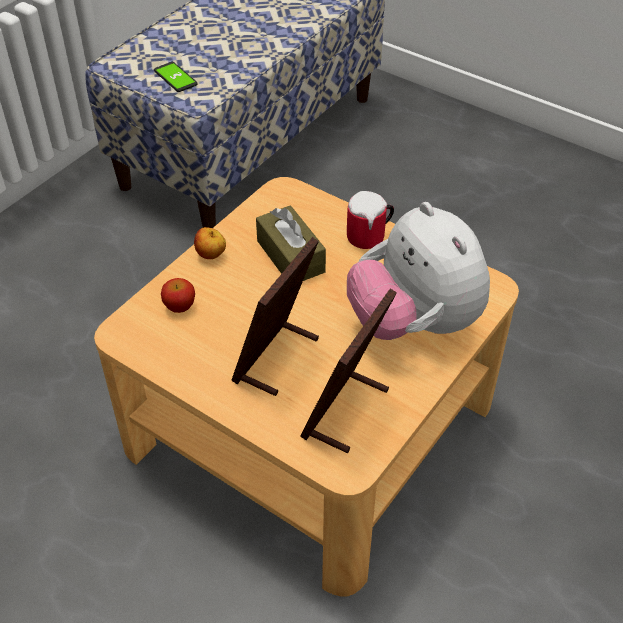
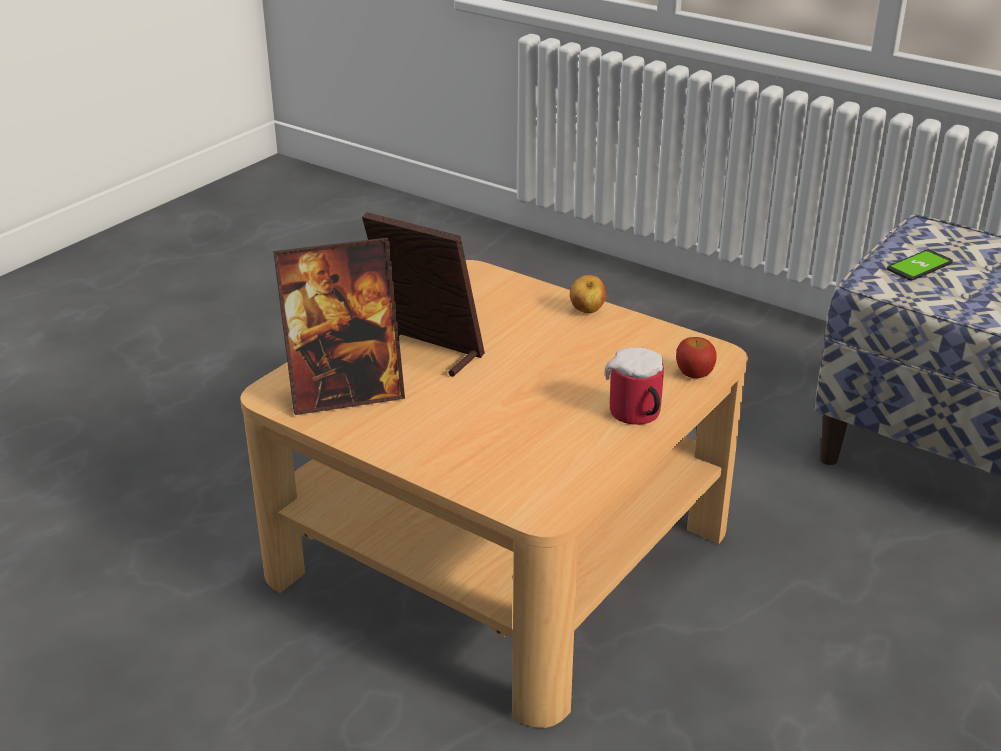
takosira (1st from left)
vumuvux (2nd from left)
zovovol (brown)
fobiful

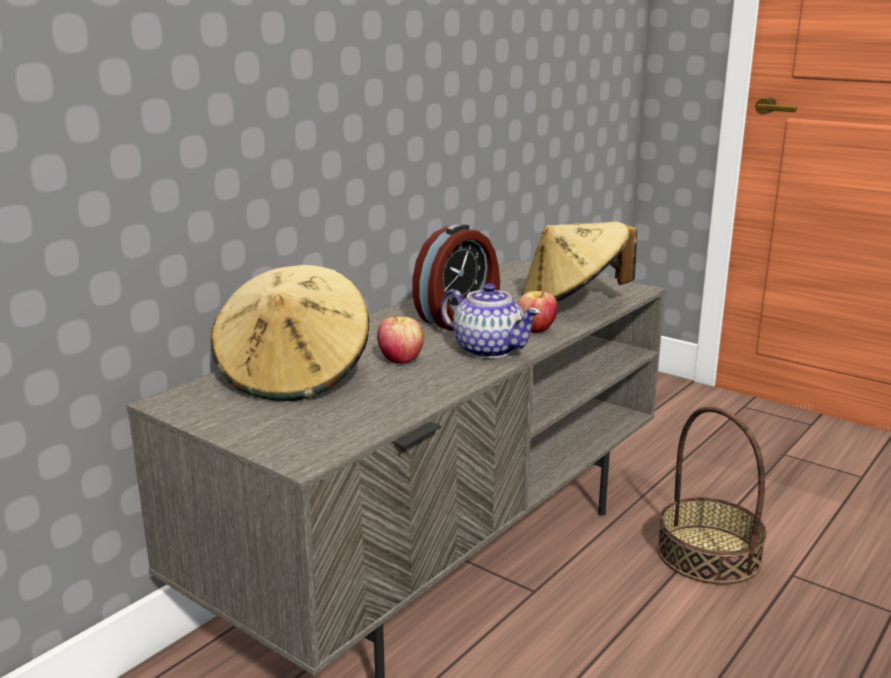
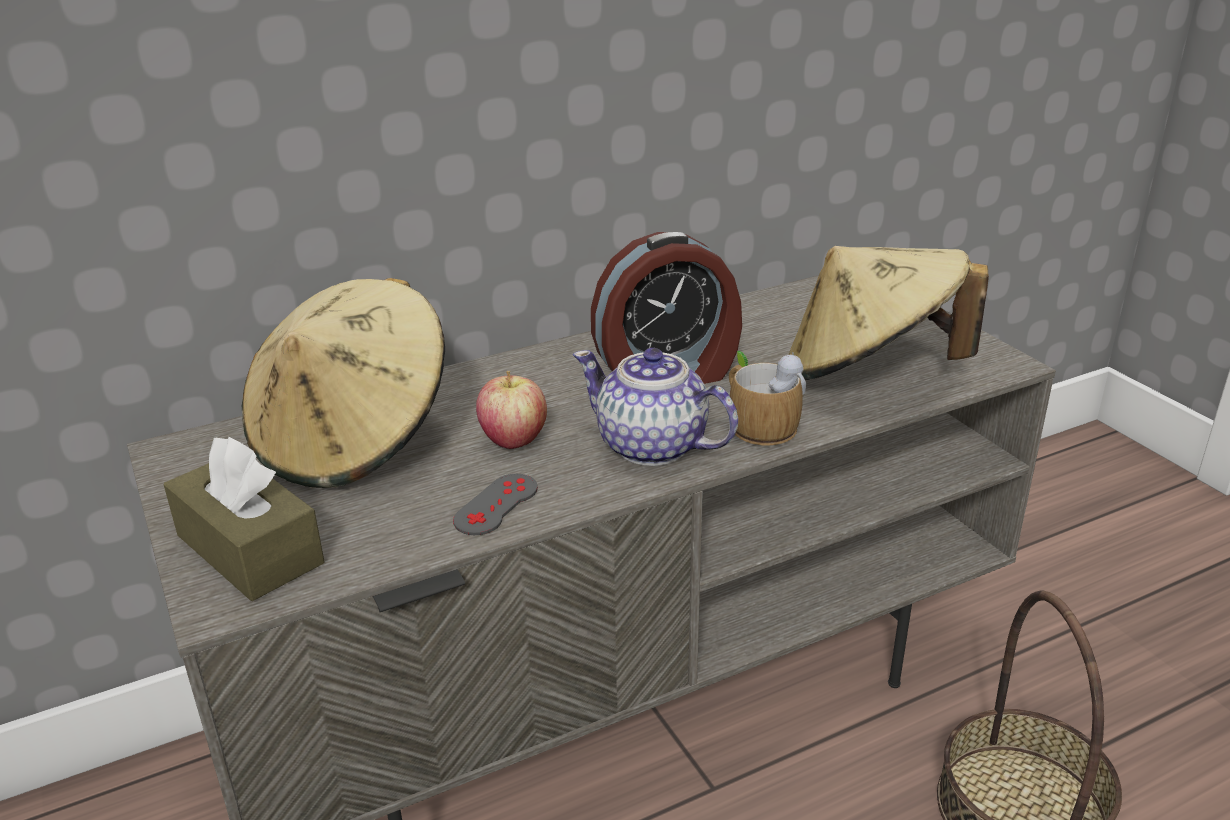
zovovol (brown)
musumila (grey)
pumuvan
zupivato

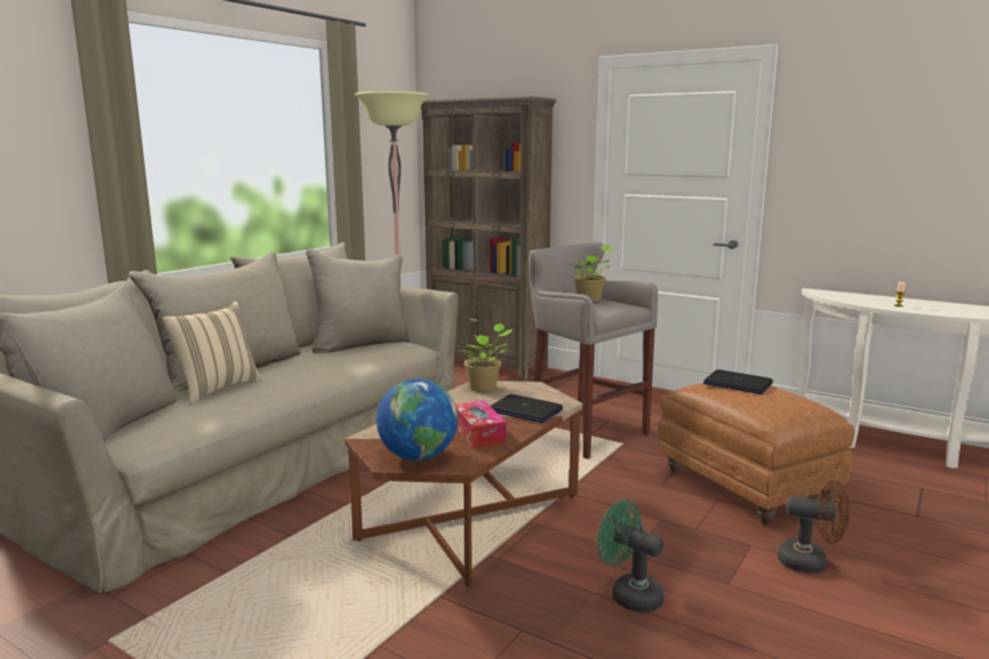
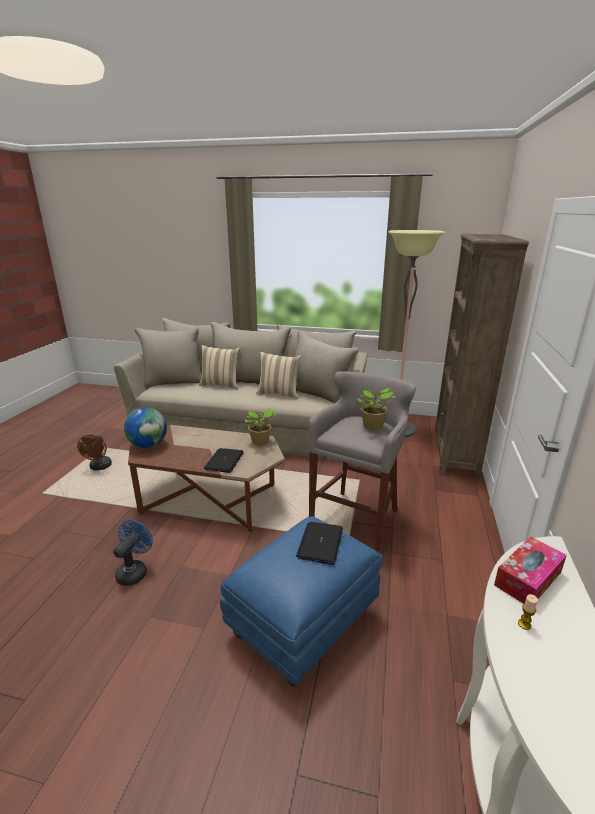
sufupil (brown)
sufupil (blue)
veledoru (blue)
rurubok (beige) (2nd from left)
zovovol

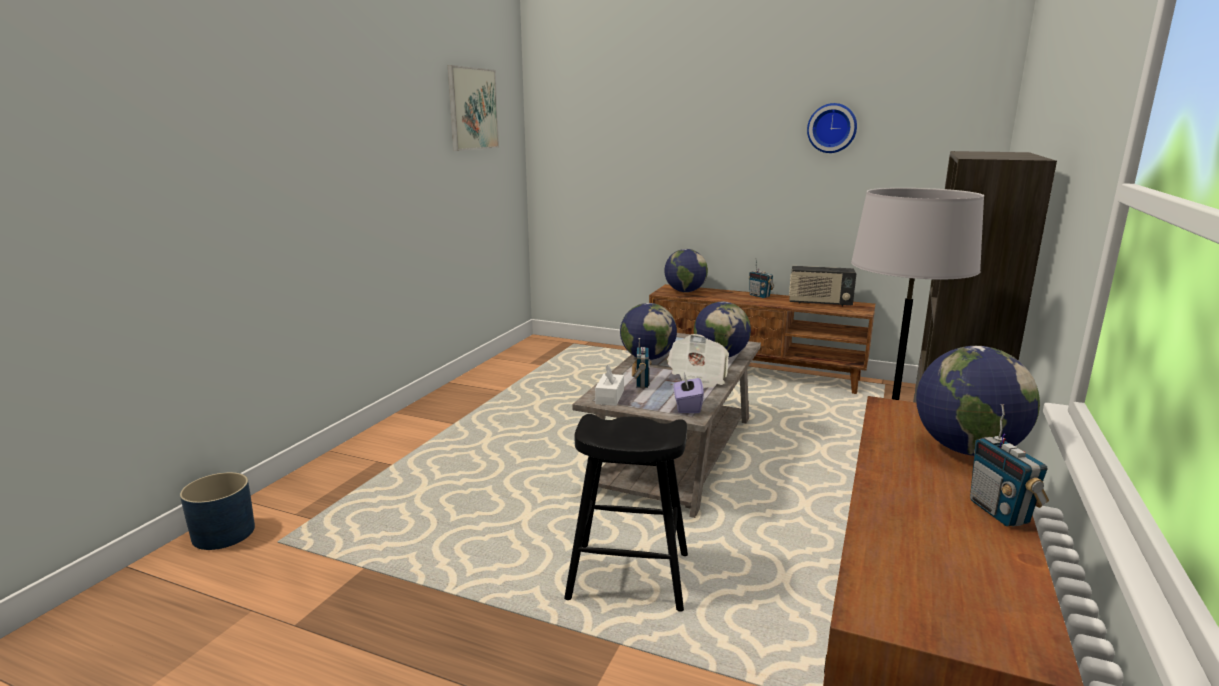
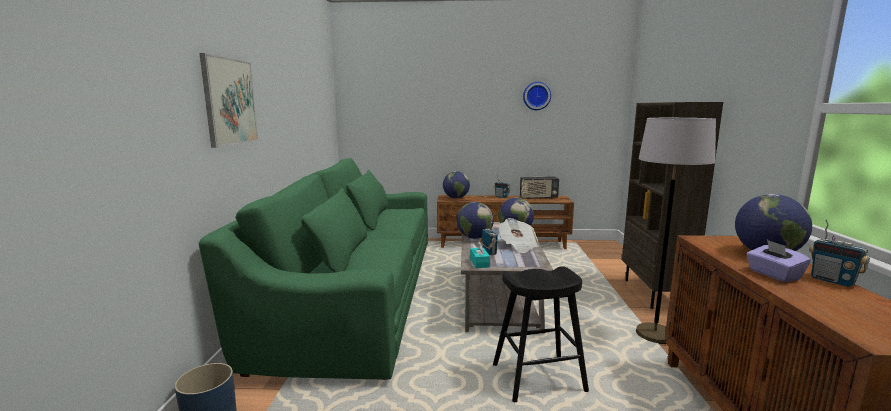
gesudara
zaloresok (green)
zovovol (turquoise)
zovovol (purple)

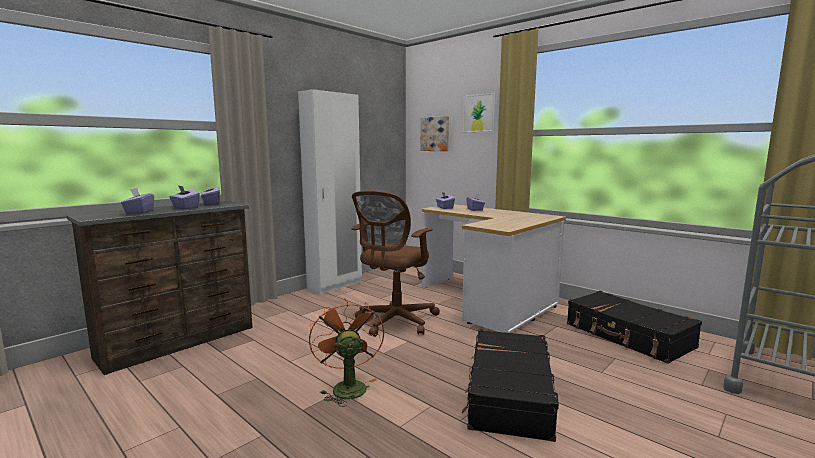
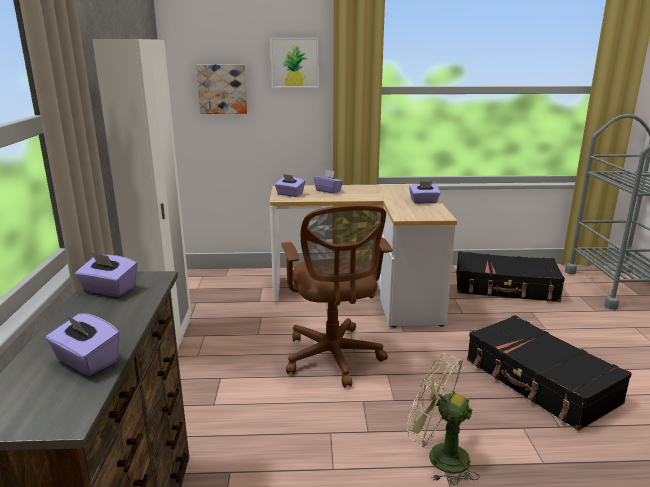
sufupil (green)
zovovol (purple) (5th from left)

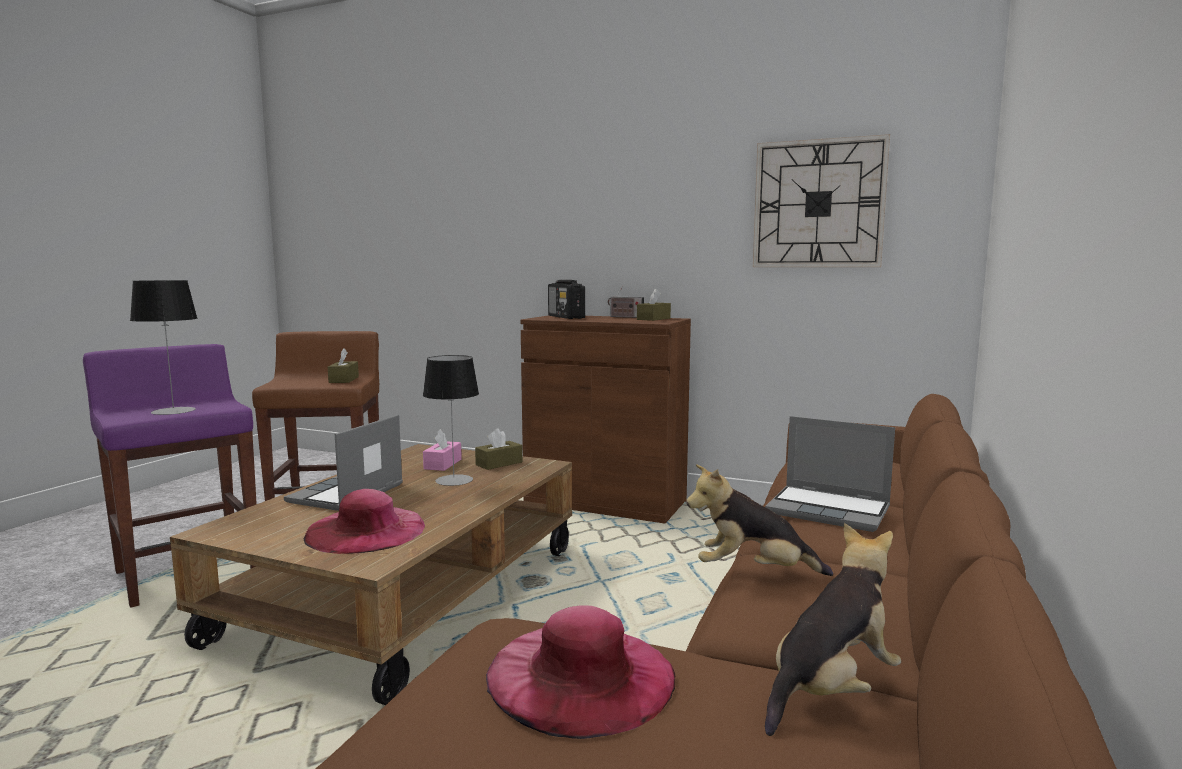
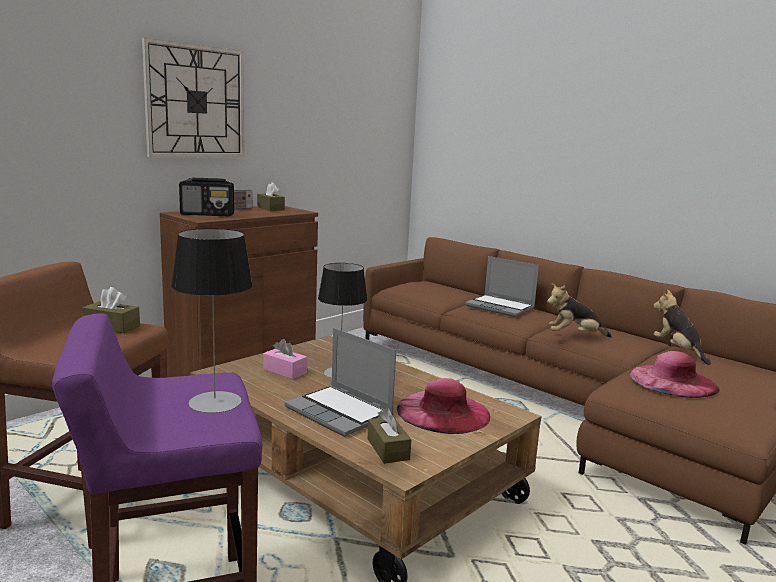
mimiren
zovovol (brown) (3rd from left)
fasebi (2nd from left)
fobiful (1st from left)

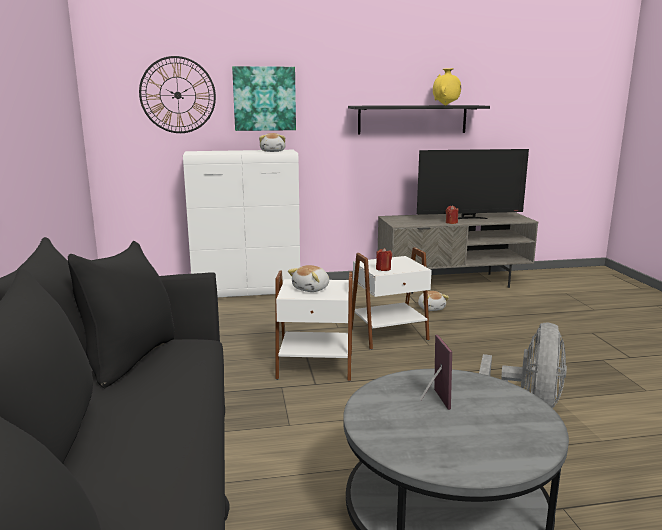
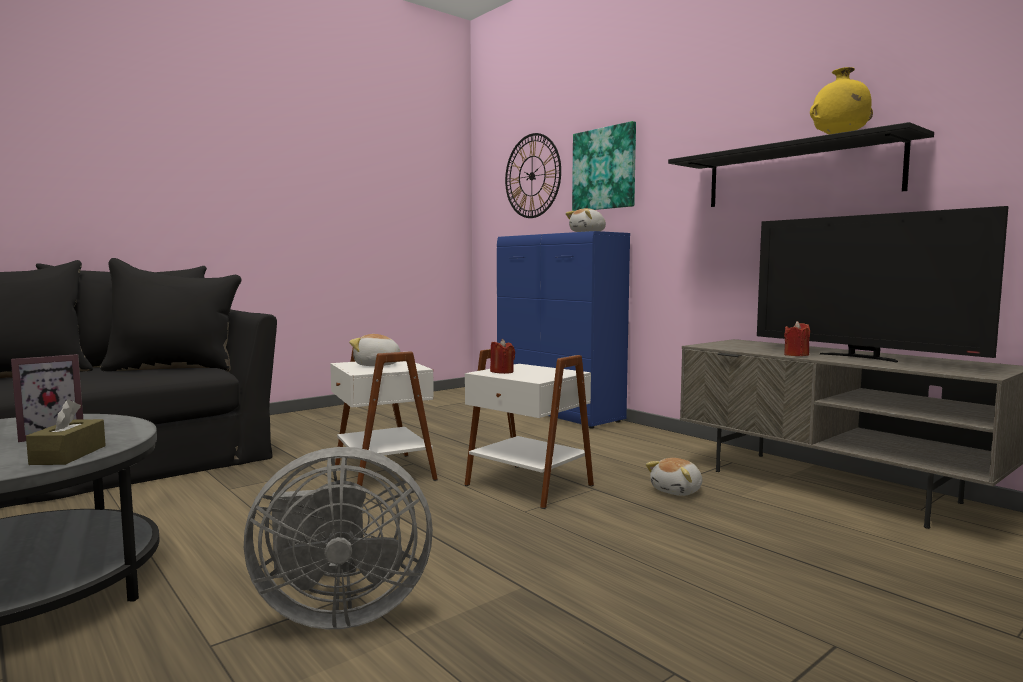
zovovol (brown)
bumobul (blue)

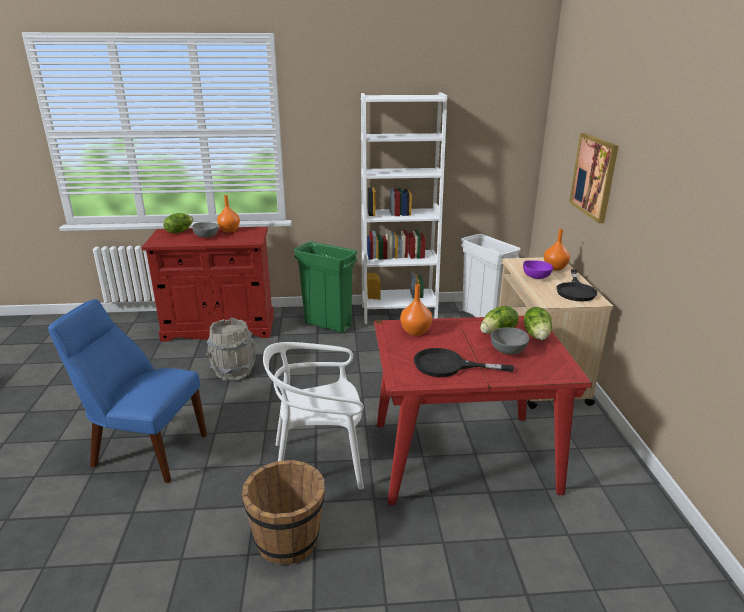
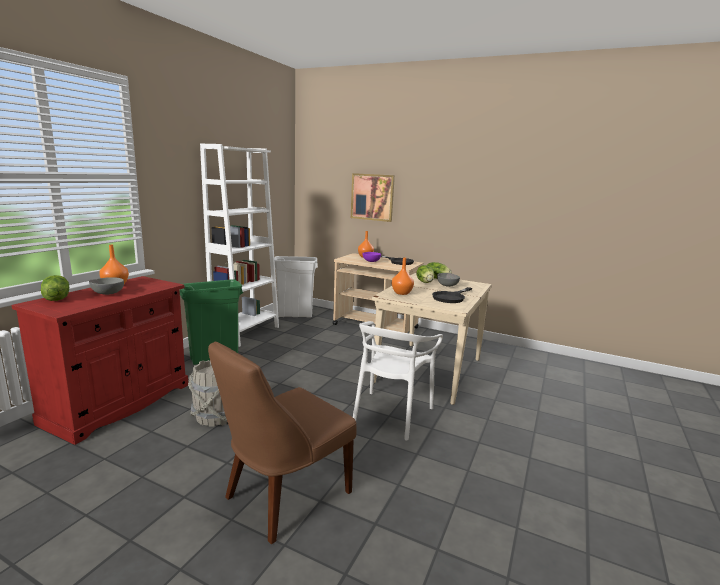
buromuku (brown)
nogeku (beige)
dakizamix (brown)

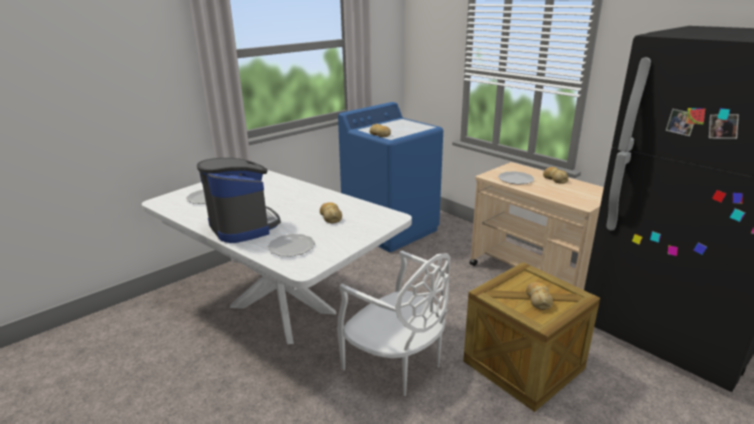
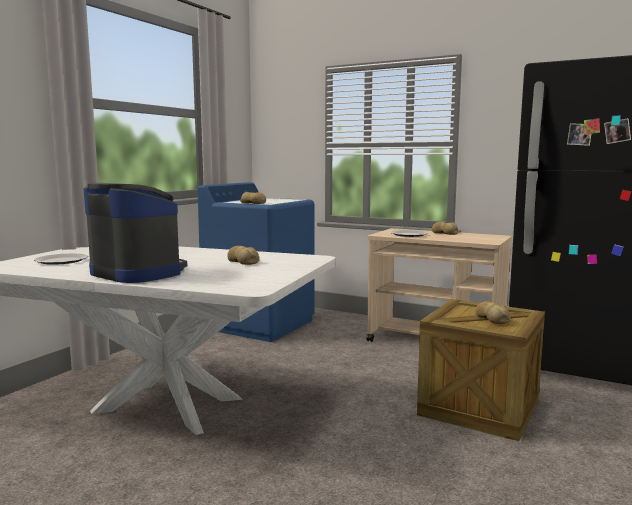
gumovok (2nd from left in the first image)
buromuku (white)

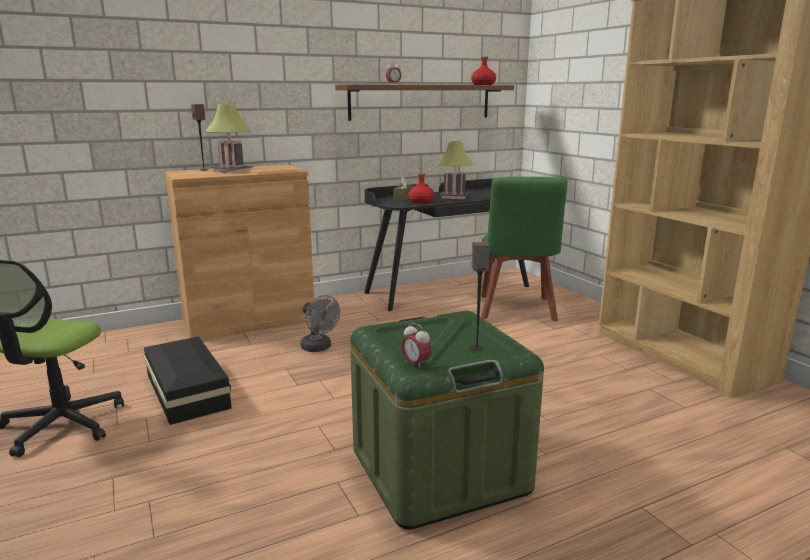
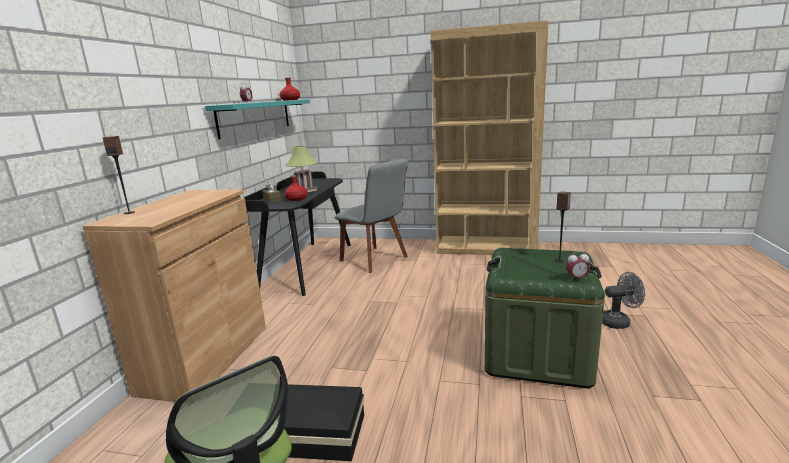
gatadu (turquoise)
buromuku (grey)
sufupil (grey)
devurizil (1st from left in the first image)

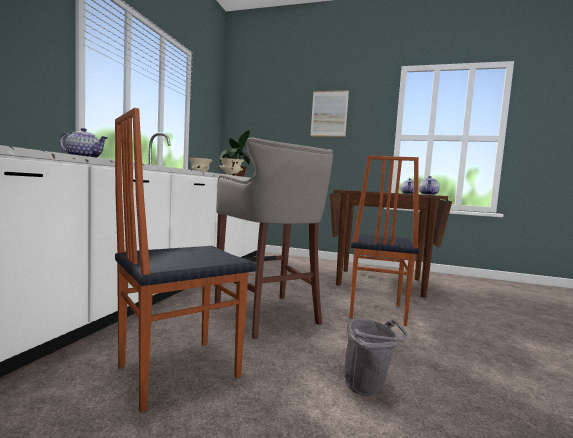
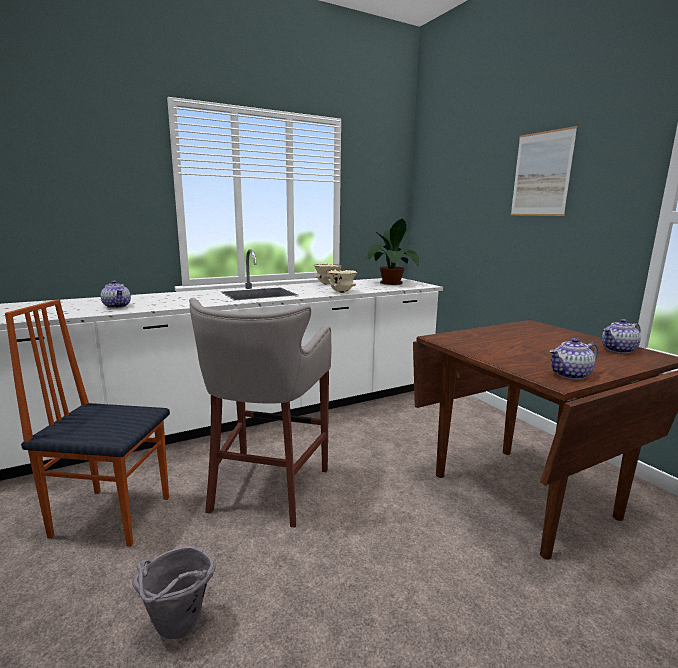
buromuku (2nd from left in the first image)

